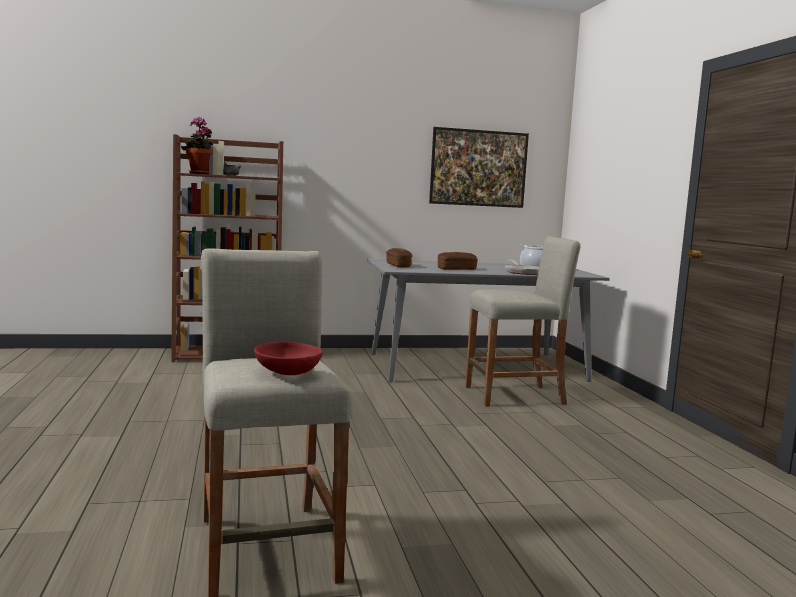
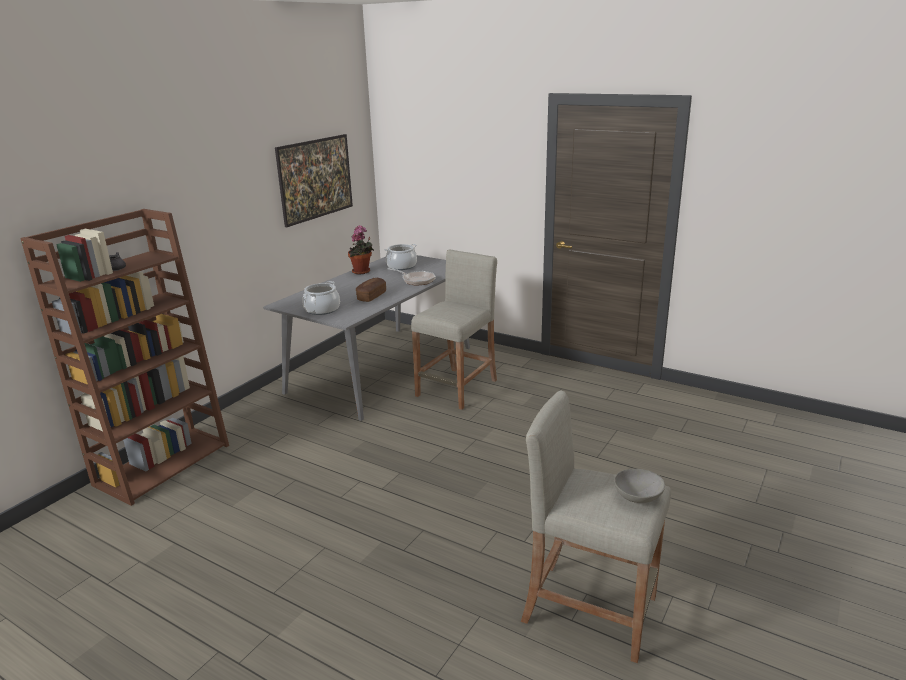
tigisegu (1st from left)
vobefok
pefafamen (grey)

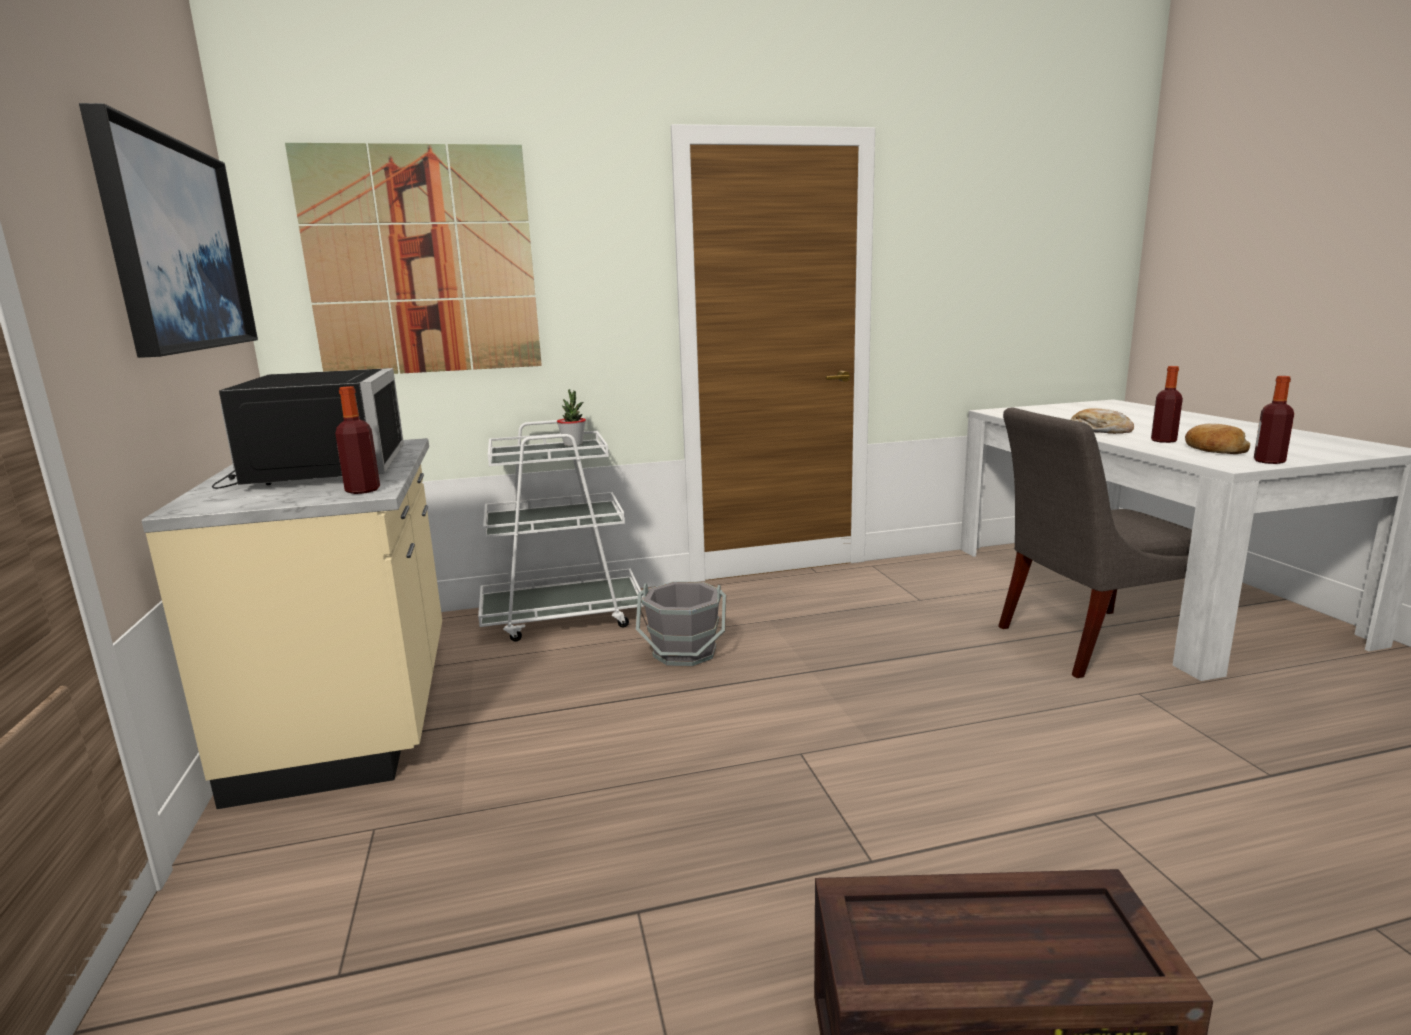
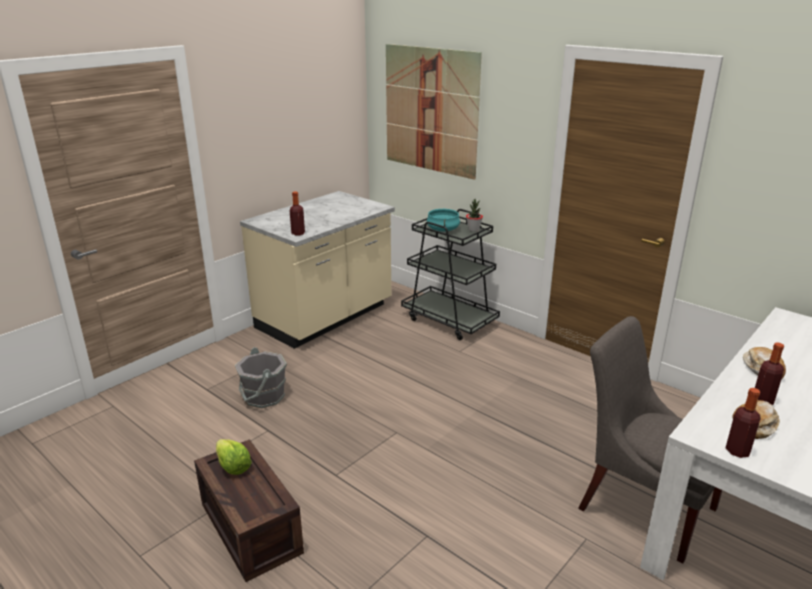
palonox
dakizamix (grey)
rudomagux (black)
tigisegu (turquoise)
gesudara (1st from left in the first image)
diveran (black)

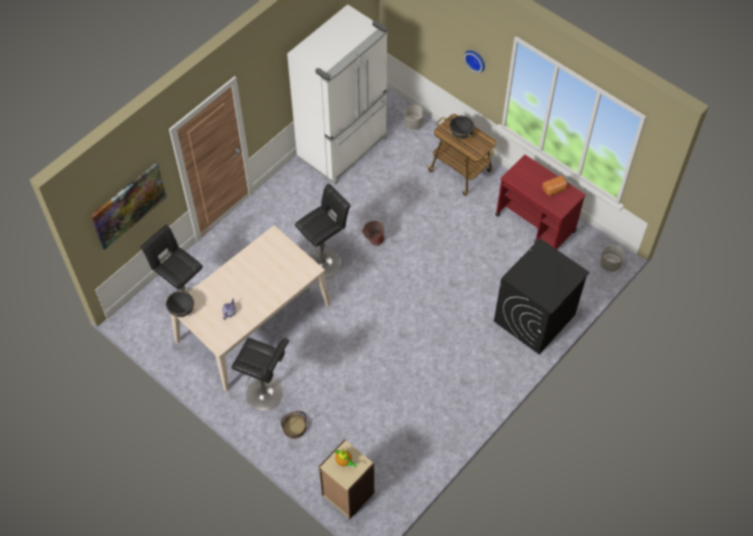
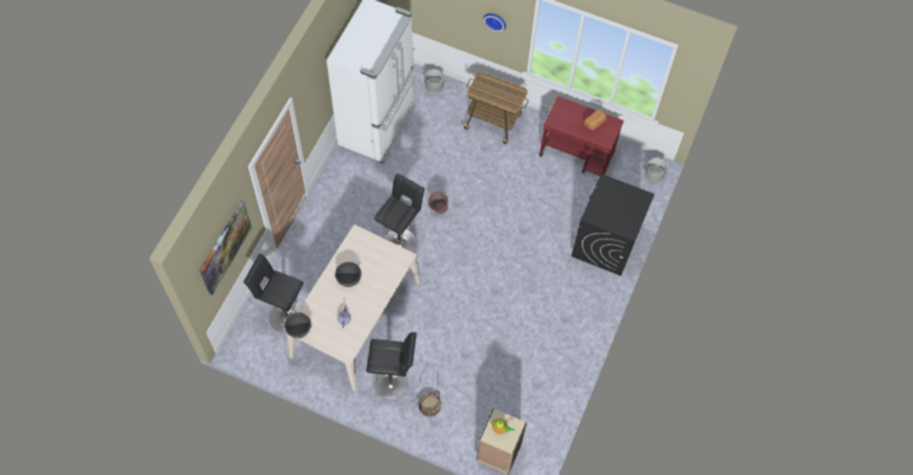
tigisegu (black) (2nd from left)

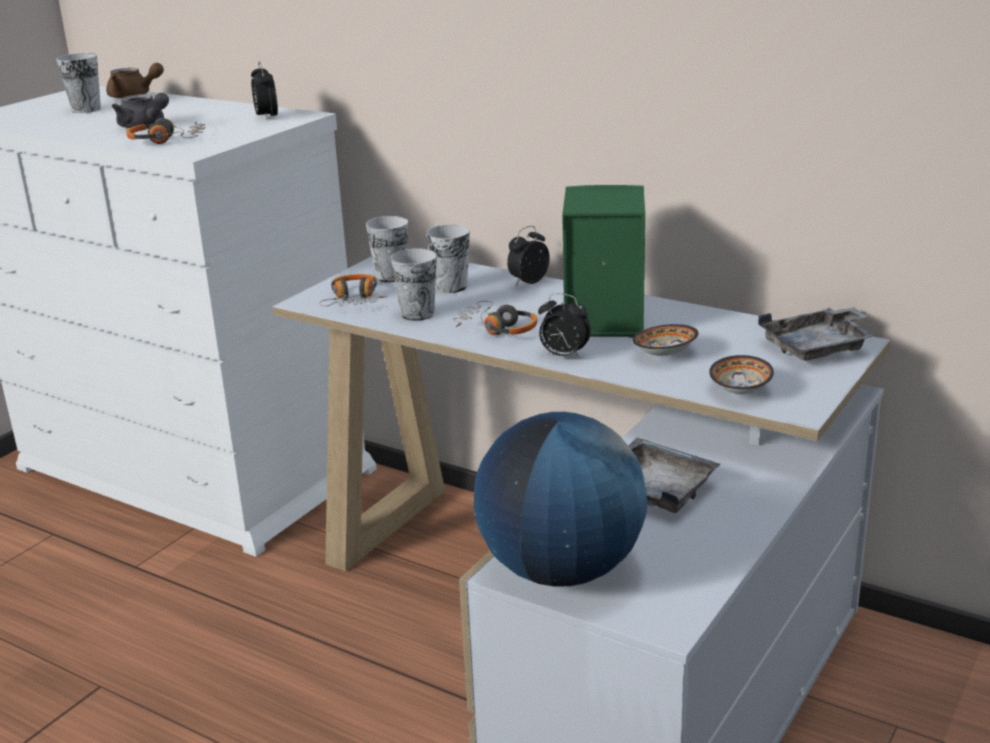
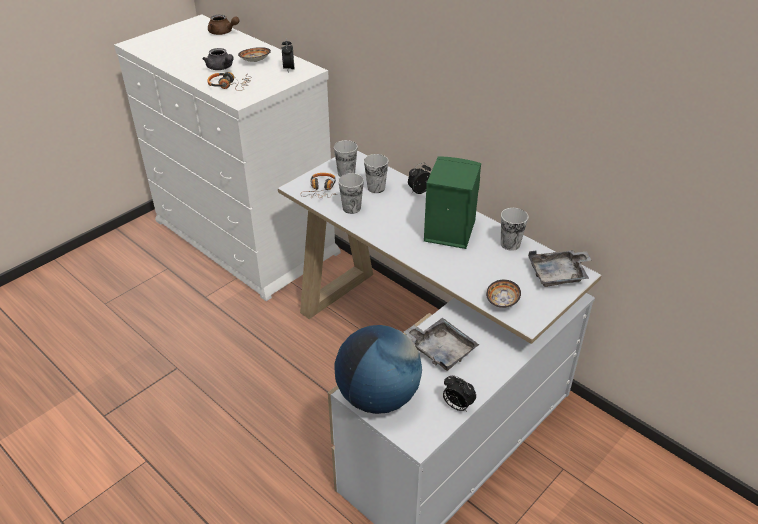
pefafamen (1st from left)
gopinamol (3rd from left)
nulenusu (4th from left)
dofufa (3rd from left in the first image)

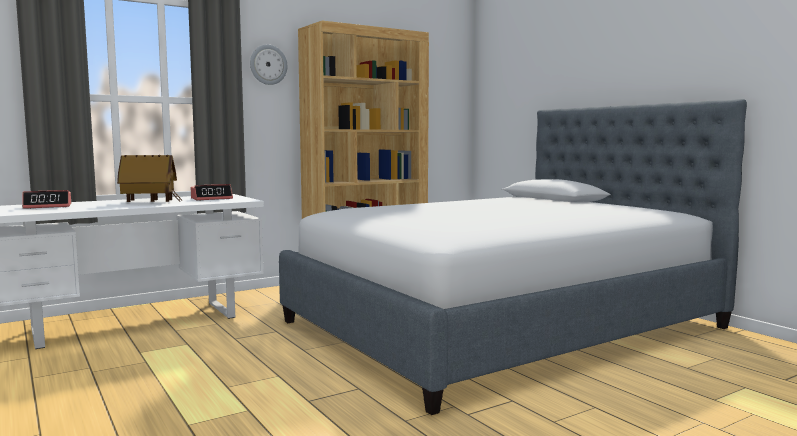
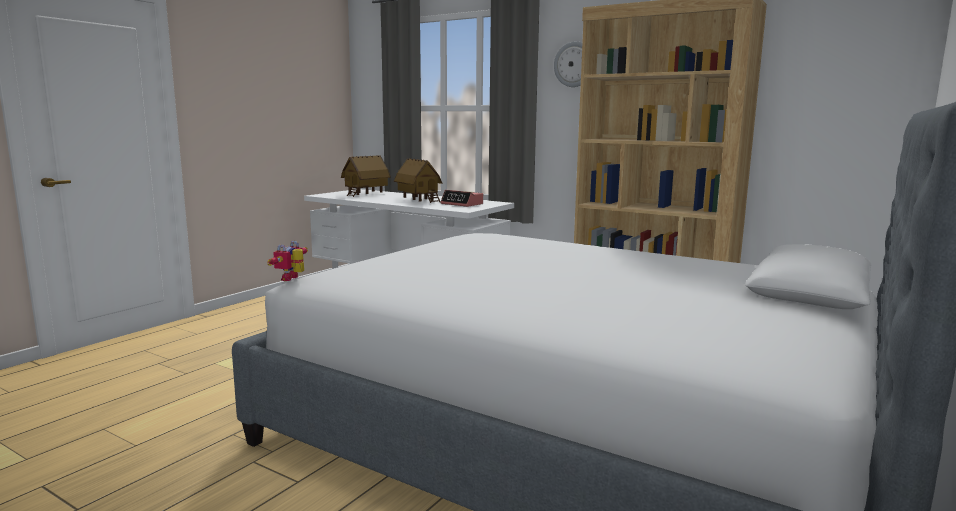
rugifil
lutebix (1st from left)

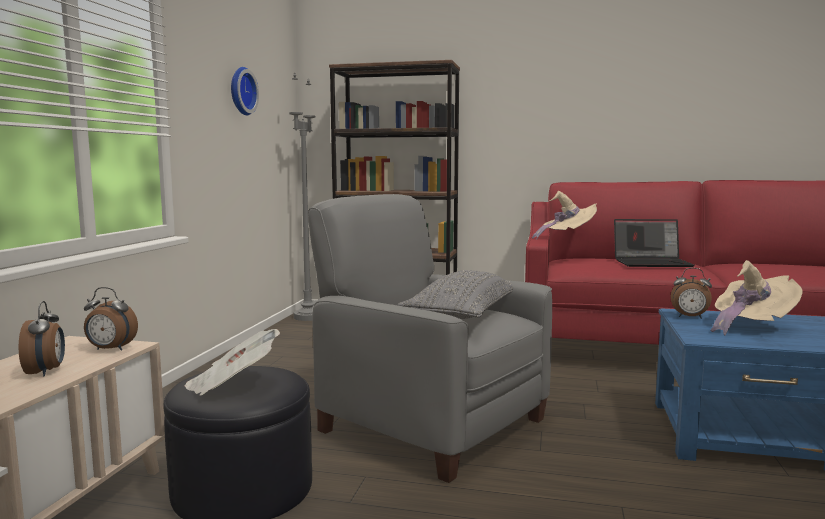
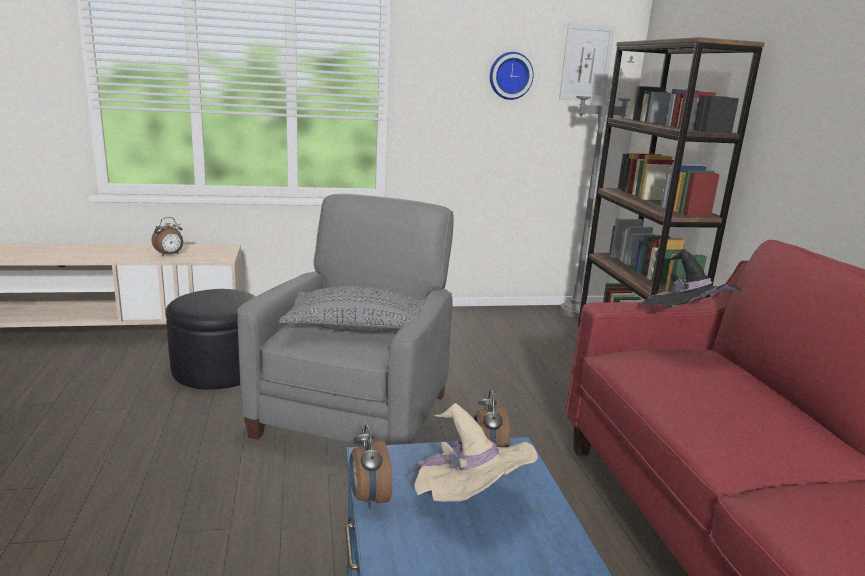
gopinamol (2nd from left)
gesudara
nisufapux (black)
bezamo
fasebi

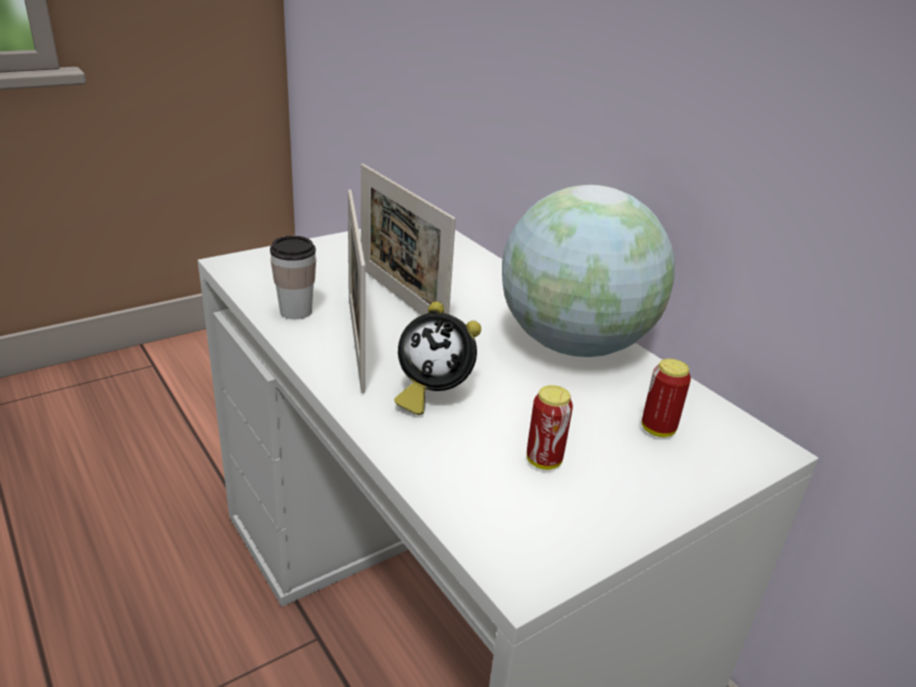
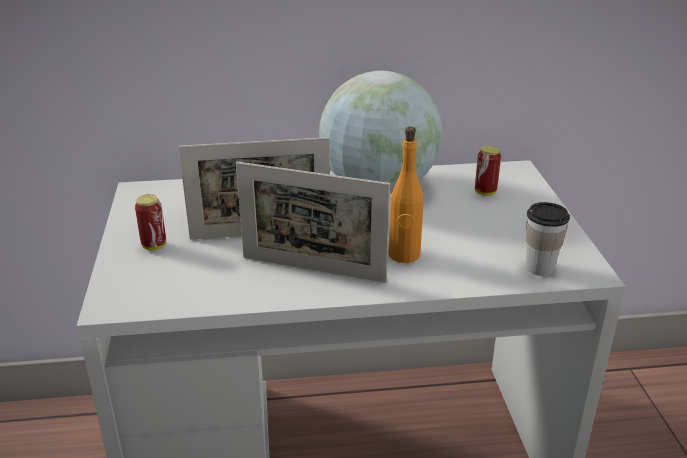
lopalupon (1st from left)
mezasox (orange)
nulenusu

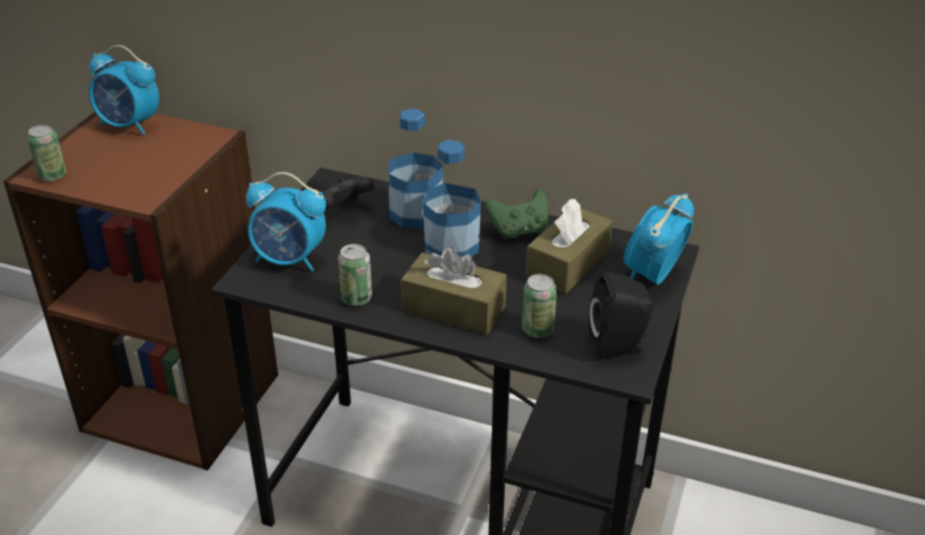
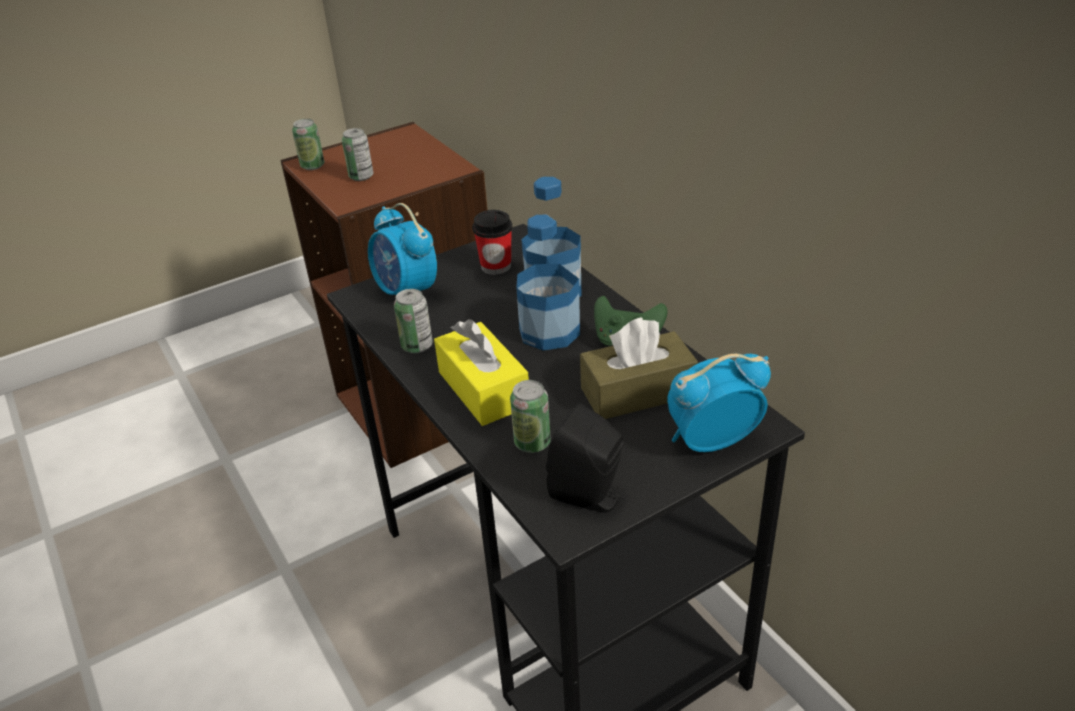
lopalupon (2nd from left)
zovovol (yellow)
nulenusu
gopinamol (1st from left in the first image)

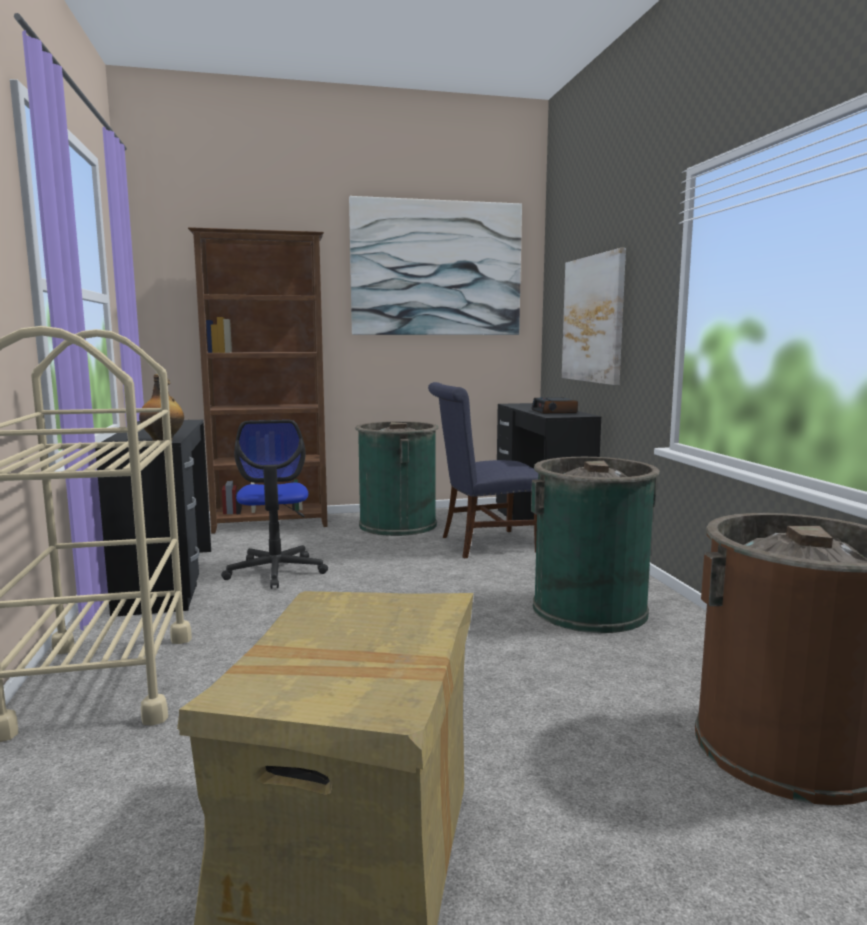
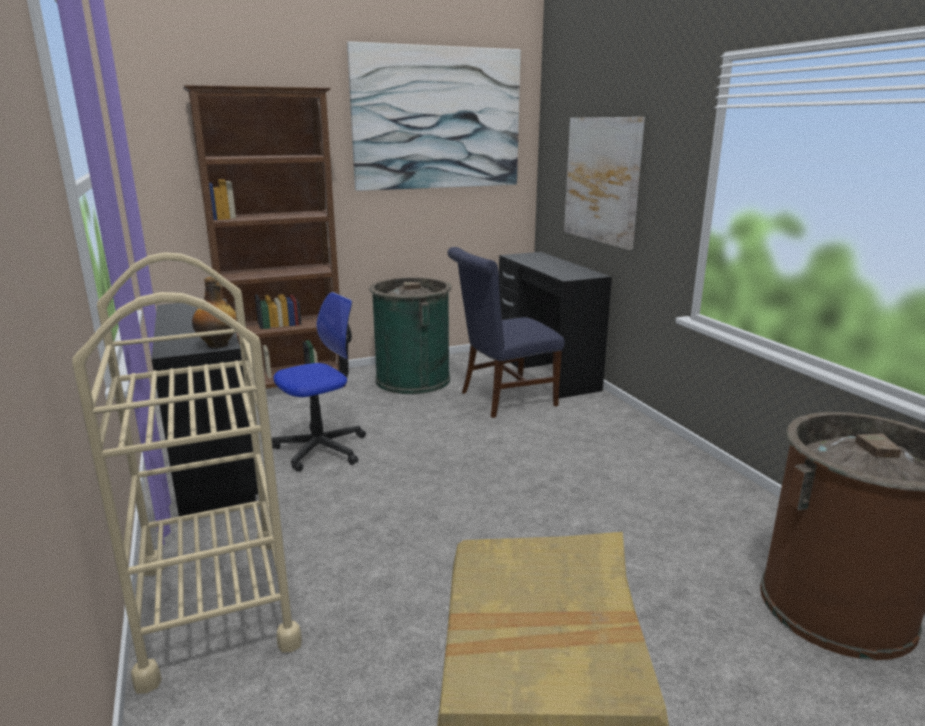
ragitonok
gopinamol
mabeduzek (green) (2nd from left in the first image)

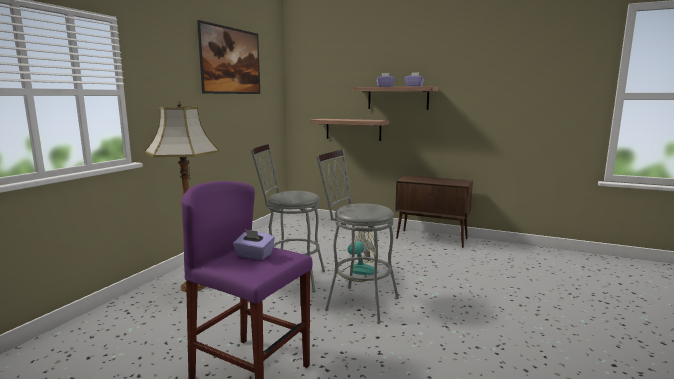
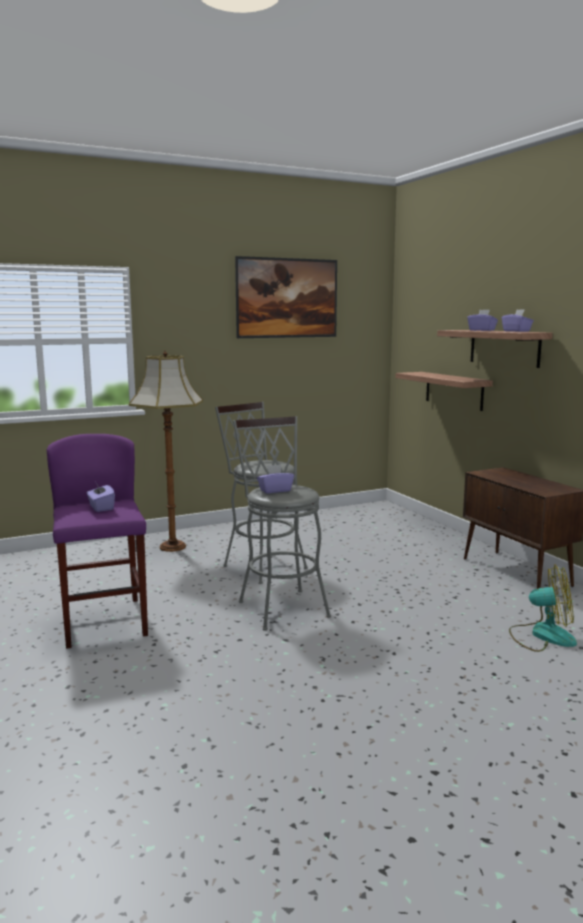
zovovol (purple) (2nd from left)
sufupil

